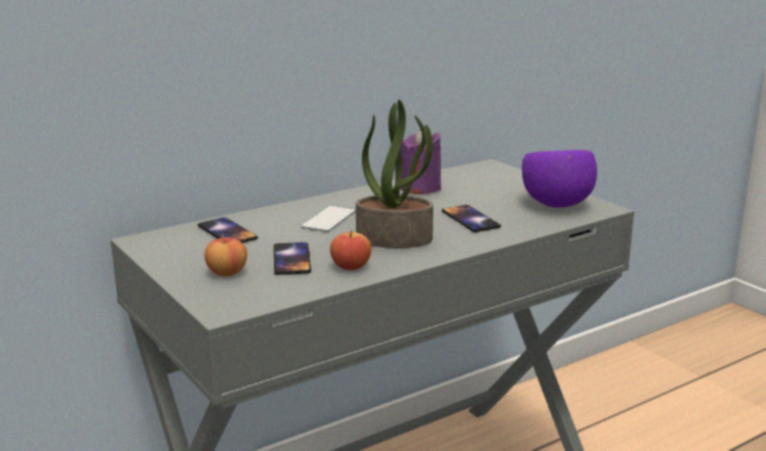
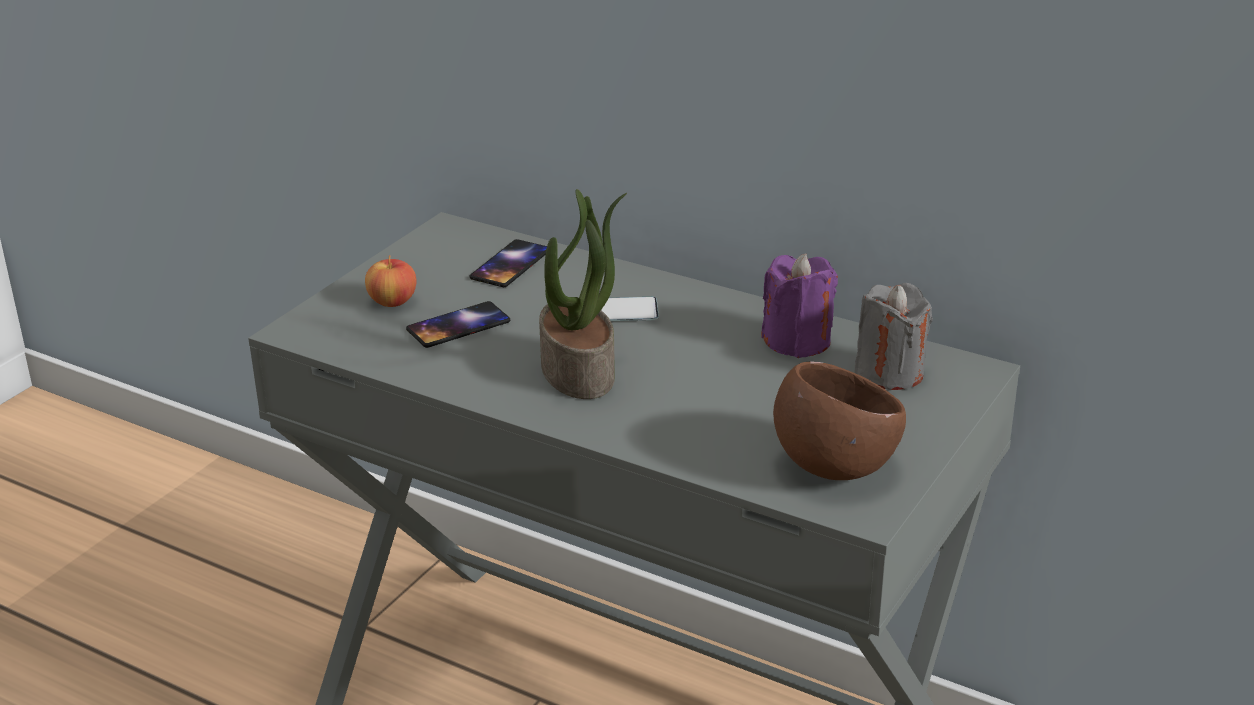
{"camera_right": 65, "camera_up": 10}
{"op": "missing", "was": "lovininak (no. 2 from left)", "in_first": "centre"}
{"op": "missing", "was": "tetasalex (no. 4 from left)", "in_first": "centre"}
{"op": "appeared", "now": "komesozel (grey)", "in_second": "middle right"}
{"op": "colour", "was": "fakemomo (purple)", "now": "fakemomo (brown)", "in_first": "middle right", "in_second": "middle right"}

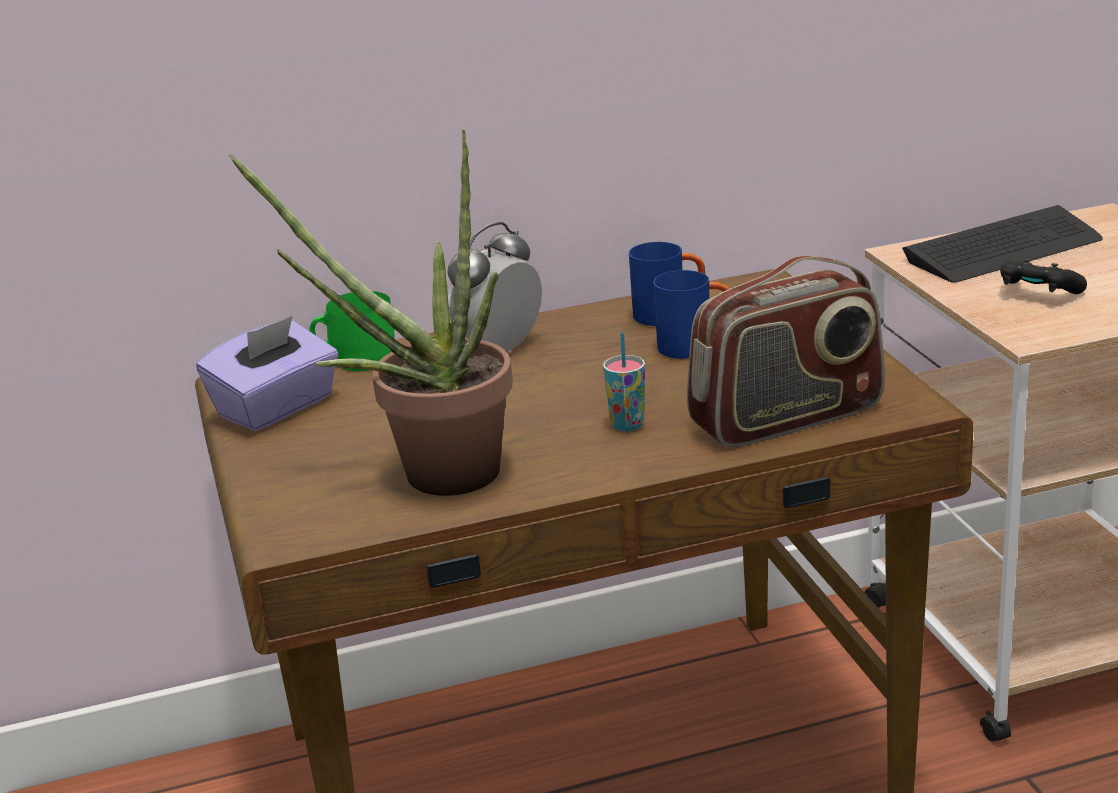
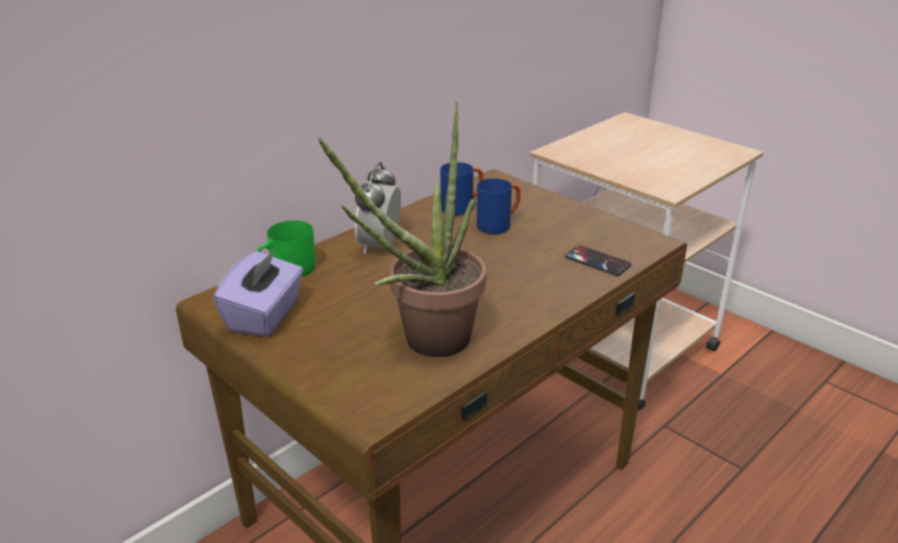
{"camera_right": -30, "camera_up": 5}
{"op": "missing", "was": "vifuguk", "in_first": "centre"}
{"op": "missing", "was": "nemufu", "in_first": "top right"}
{"op": "missing", "was": "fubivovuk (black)", "in_first": "middle right"}
{"op": "exchanged", "was": "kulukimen", "now": "tetasalex", "in_first": "middle right", "in_second": "centre"}

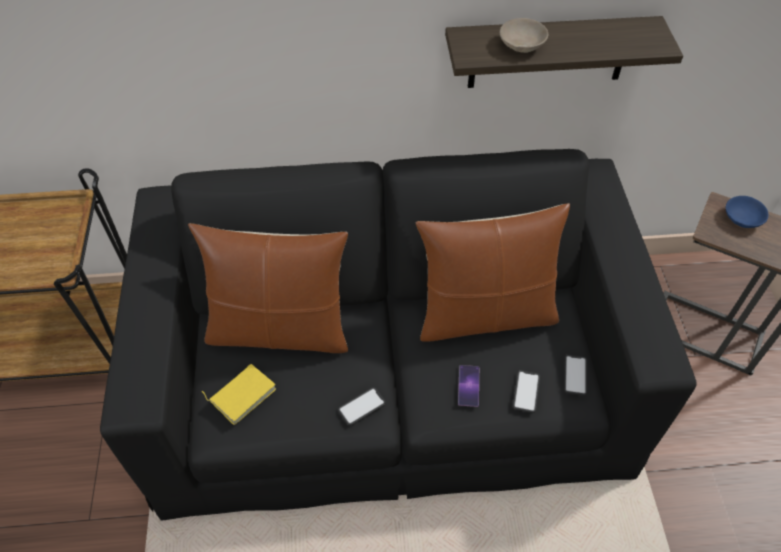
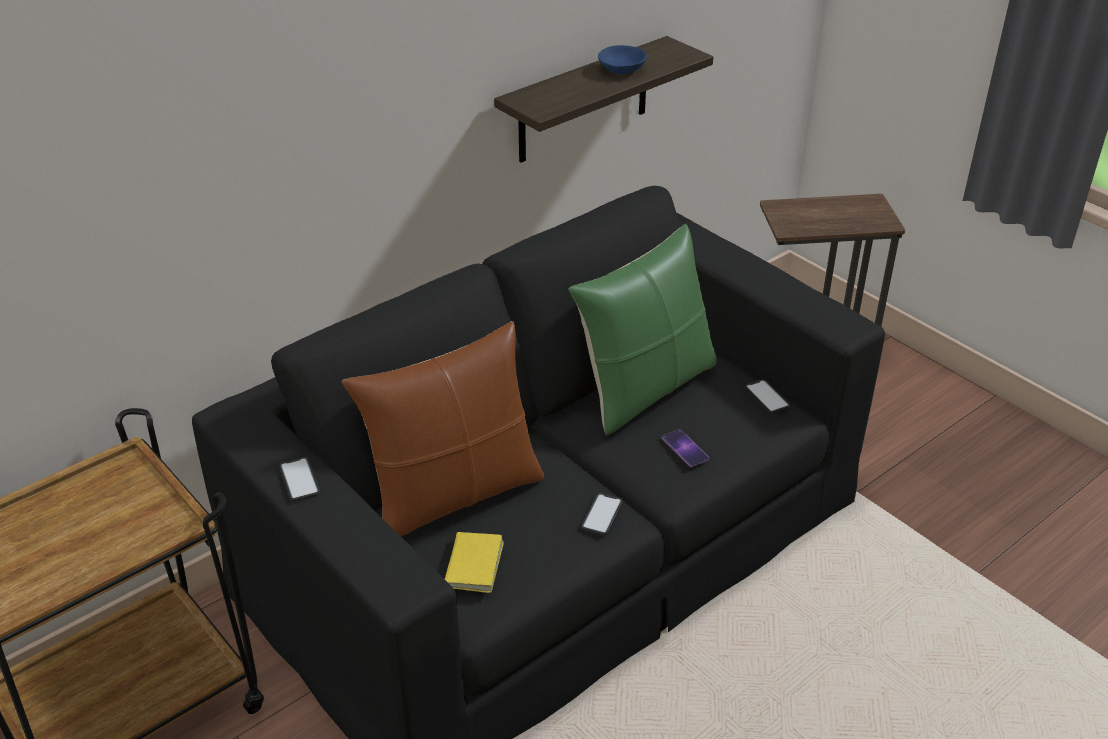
{"camera_right": -35, "camera_up": -15}
{"op": "missing", "was": "fakemomo (beige)", "in_first": "top right"}
{"op": "relocated", "was": "tetasalex (no. 3 from left in the first image)", "now": "tetasalex (no. 1 from left)", "in_first": "bottom right", "in_second": "middle left"}
{"op": "relocated", "was": "fakemomo (blue)", "in_first": "middle right", "in_second": "top centre"}
{"op": "colour", "was": "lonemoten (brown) (no. 2 from left)", "now": "lonemoten (green)", "in_first": "centre", "in_second": "centre"}

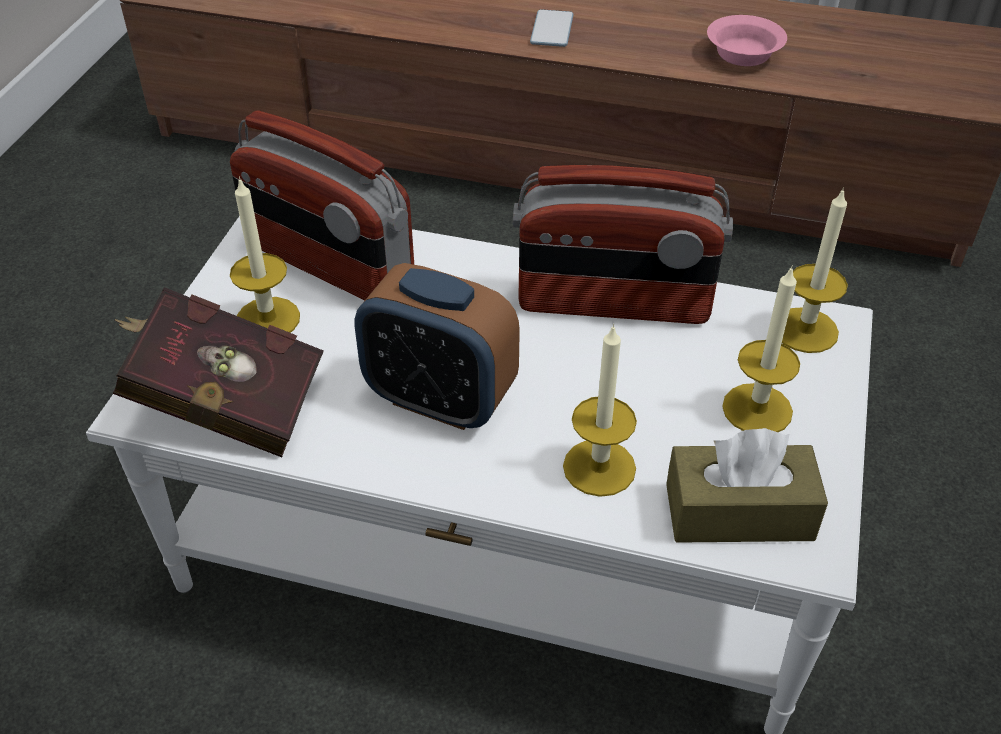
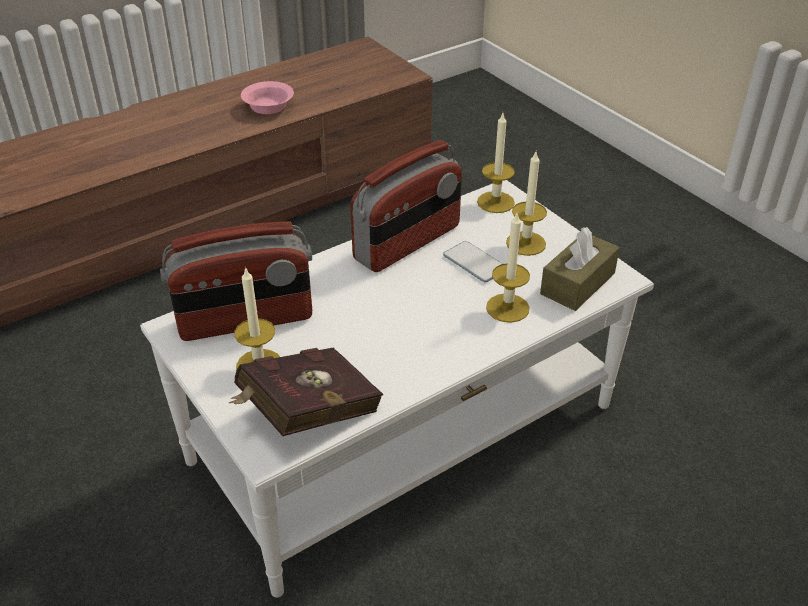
{"camera_right": -50, "camera_up": -5}
{"op": "missing", "was": "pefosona", "in_first": "centre"}
{"op": "relocated", "was": "tetasalex", "in_first": "top centre", "in_second": "centre"}

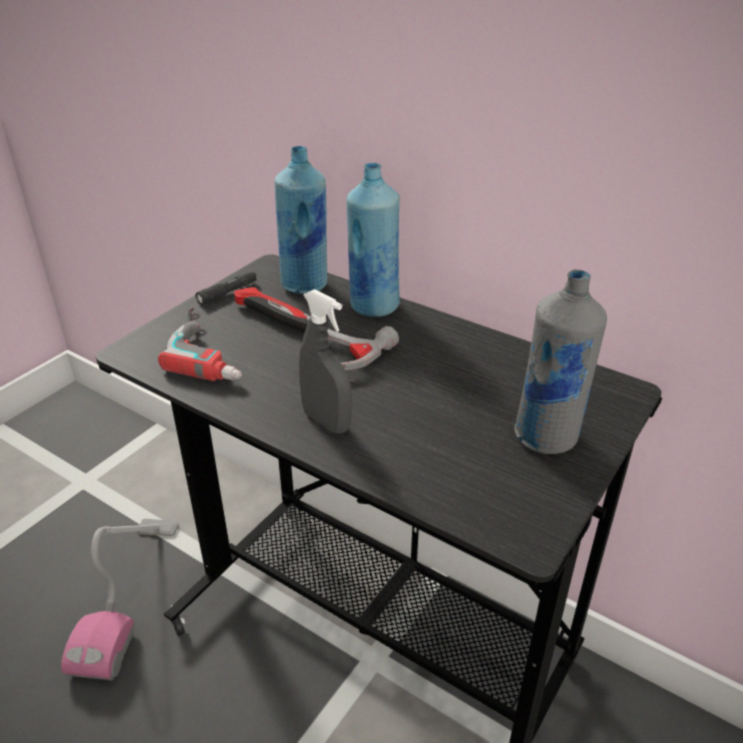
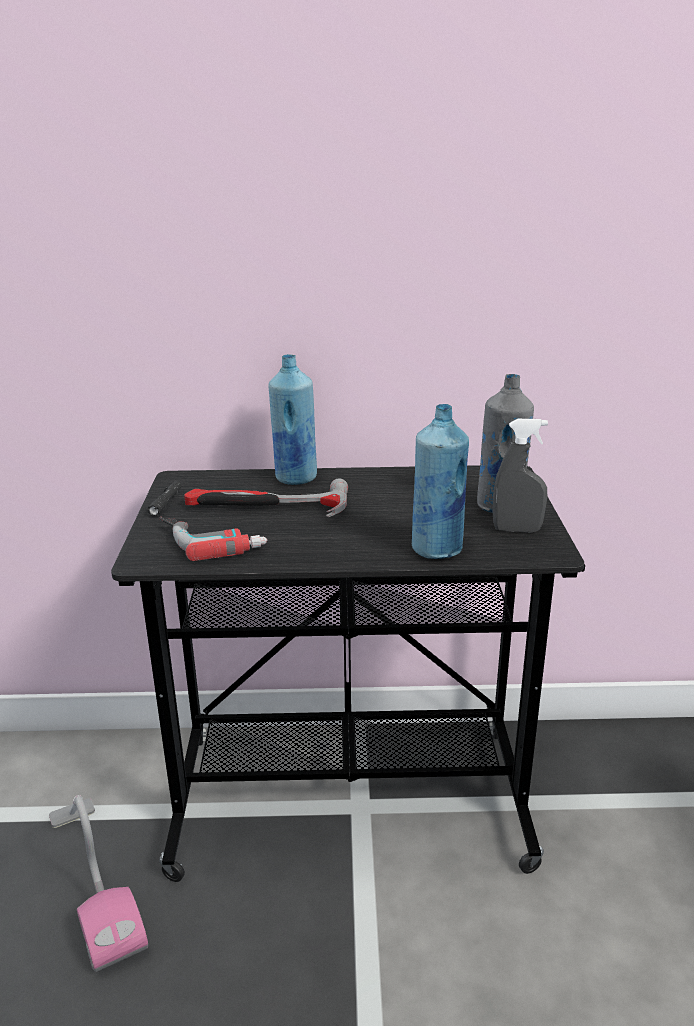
{"camera_right": -35, "camera_up": -10}
{"op": "relocated", "was": "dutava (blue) (no. 1 from left in the first image)", "now": "dutava (blue) (no. 2 from left)", "in_first": "top centre", "in_second": "centre"}
{"op": "relocated", "was": "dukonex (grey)", "in_first": "centre", "in_second": "middle right"}

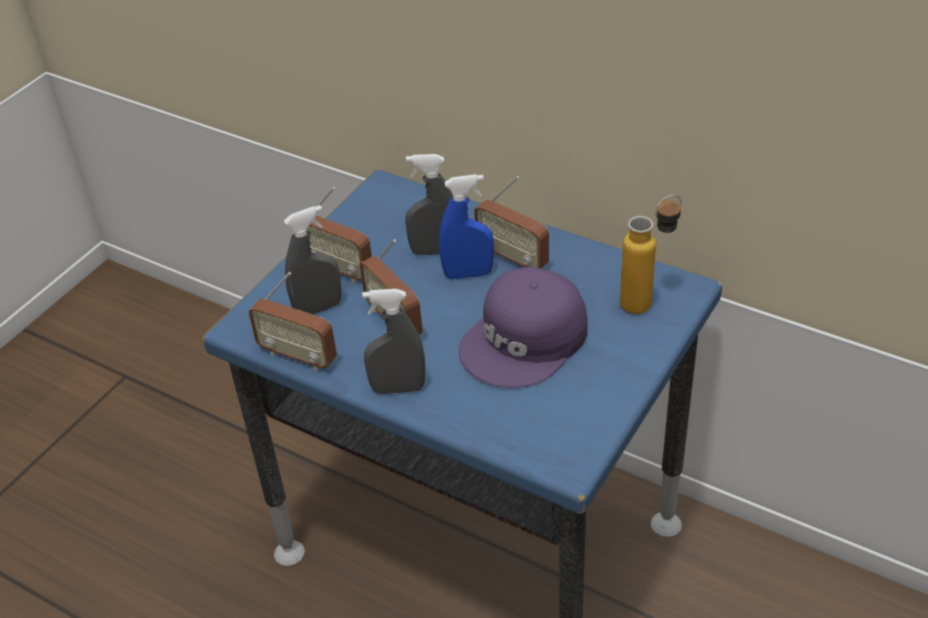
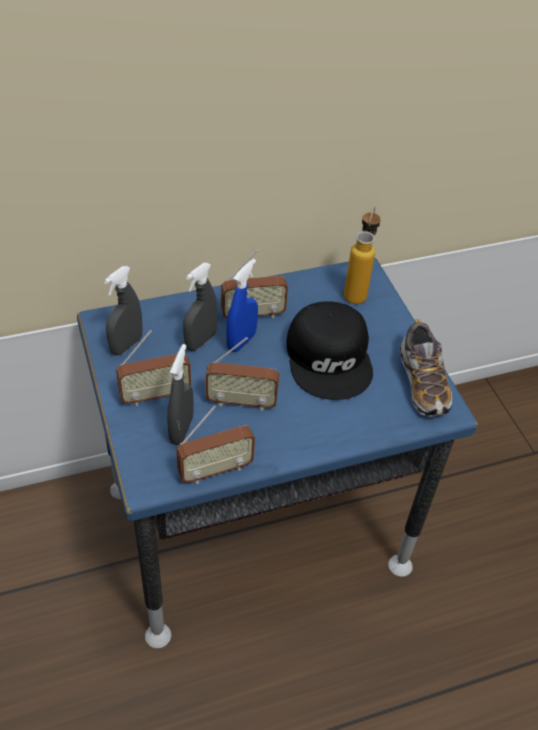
{"camera_right": -55, "camera_up": 5}
{"op": "appeared", "now": "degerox", "in_second": "middle right"}
{"op": "relocated", "was": "dukonex (grey) (no. 2 from left in the first image)", "now": "dukonex (grey) (no. 1 from left)", "in_first": "centre", "in_second": "middle left"}
{"op": "colour", "was": "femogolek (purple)", "now": "femogolek (black)", "in_first": "centre", "in_second": "centre"}

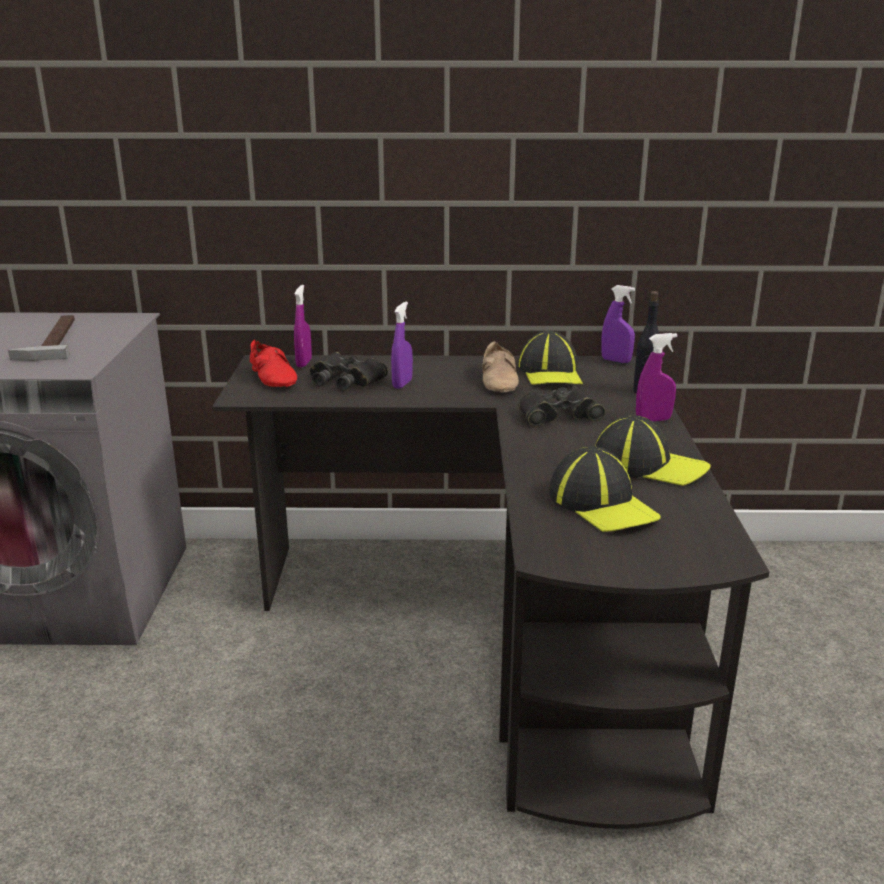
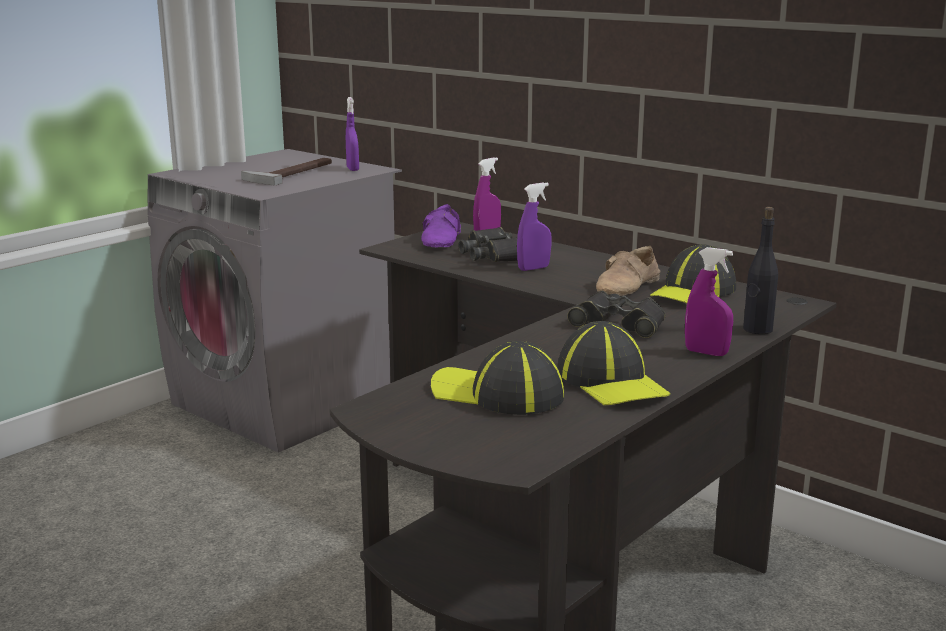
{"camera_right": 40, "camera_up": -5}
{"op": "relocated", "was": "dukonex (purple) (no. 3 from left in the first image)", "now": "dukonex (purple) (no. 1 from left)", "in_first": "middle right", "in_second": "top centre"}
{"op": "colour", "was": "degerox (red)", "now": "degerox (purple)", "in_first": "middle left", "in_second": "centre"}
{"op": "spun", "was": "femogolek (no. 2 from left in the first image)", "in_first": "middle right", "in_second": "centre", "clockwise": 105}

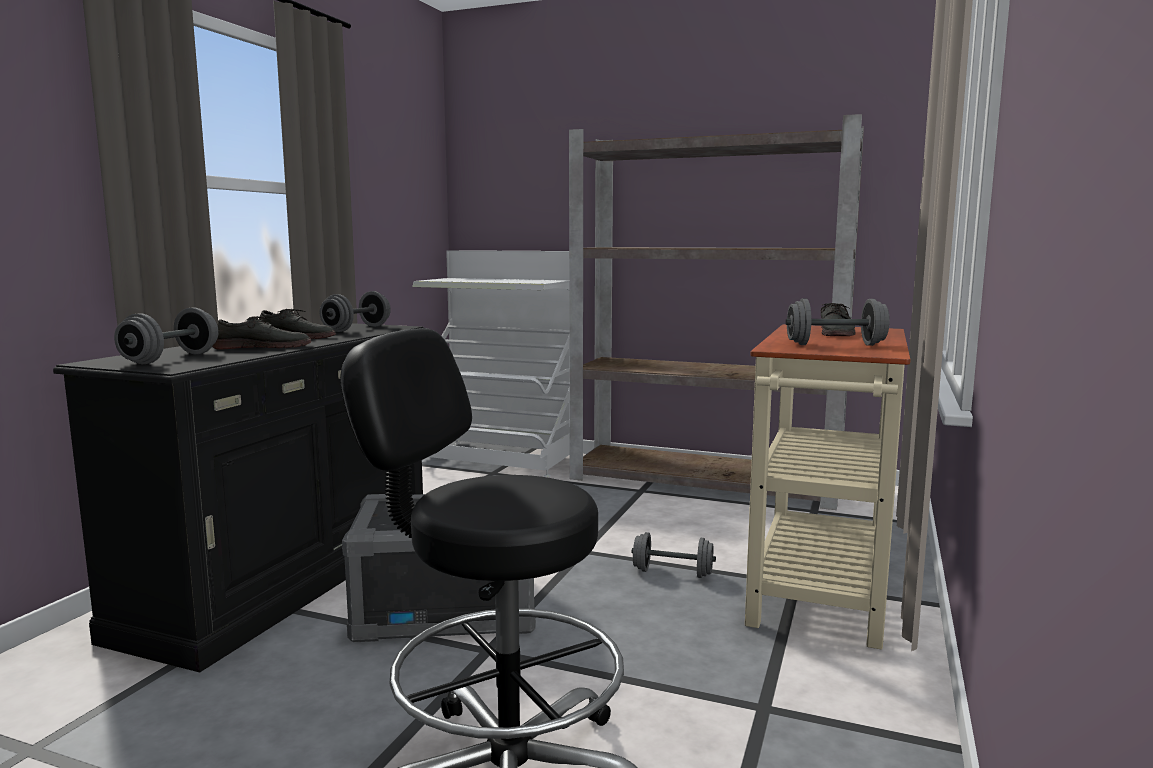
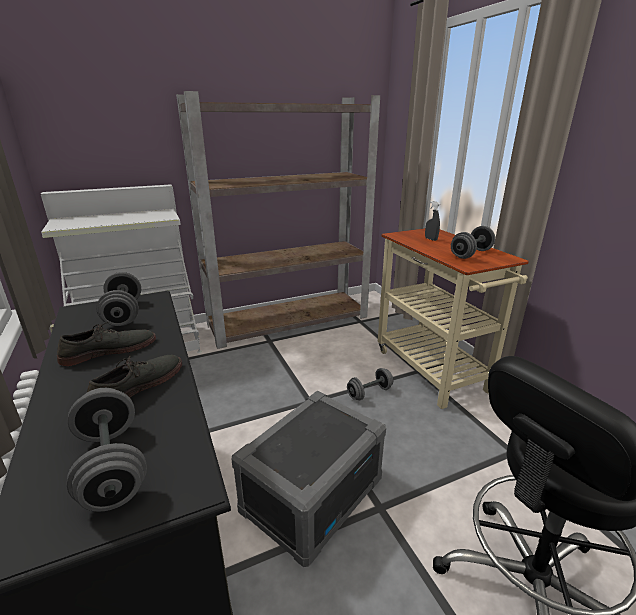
{"camera_right": -45, "camera_up": 15}
{"op": "exchanged", "was": "degerox (grey) (no. 3 from left)", "now": "dukonex (grey)", "in_first": "middle right", "in_second": "middle right"}

